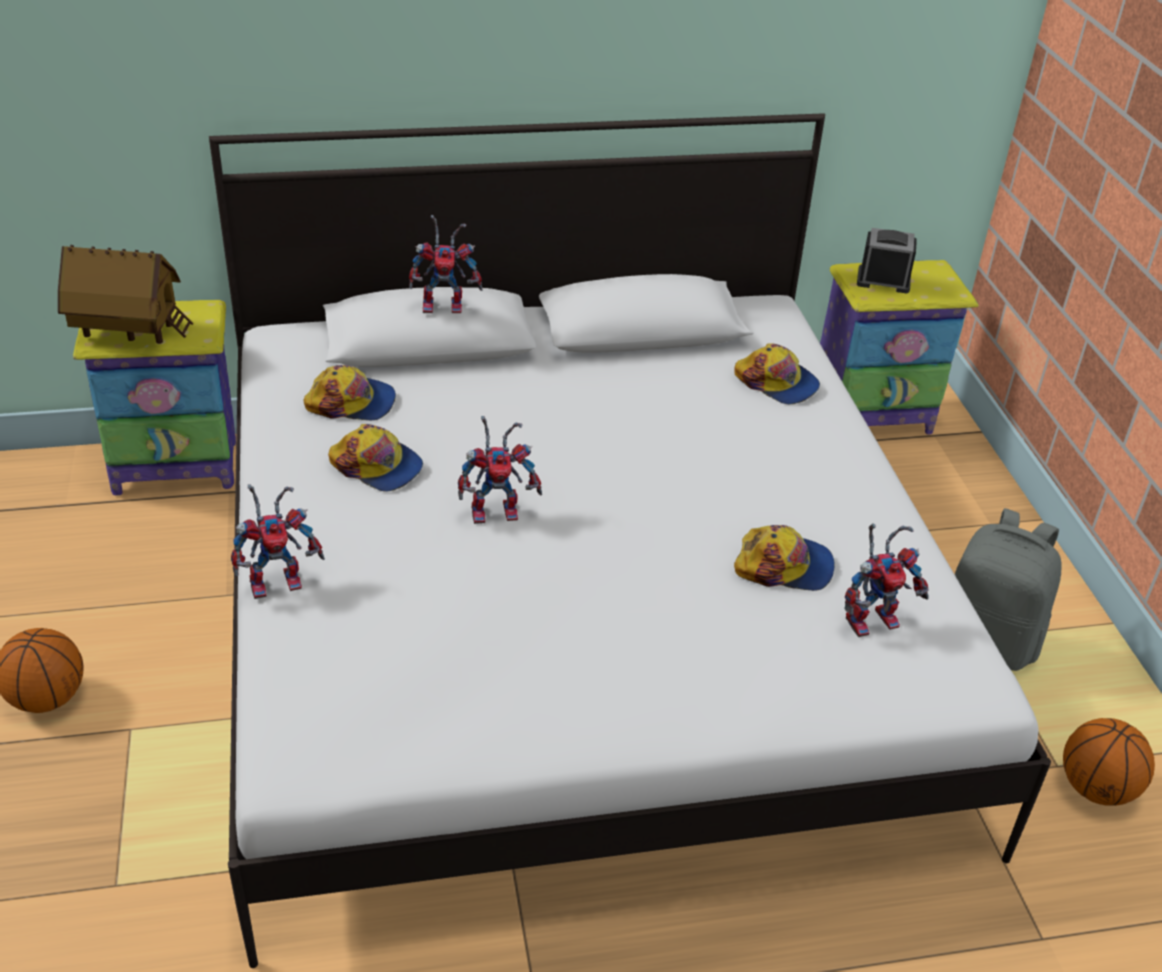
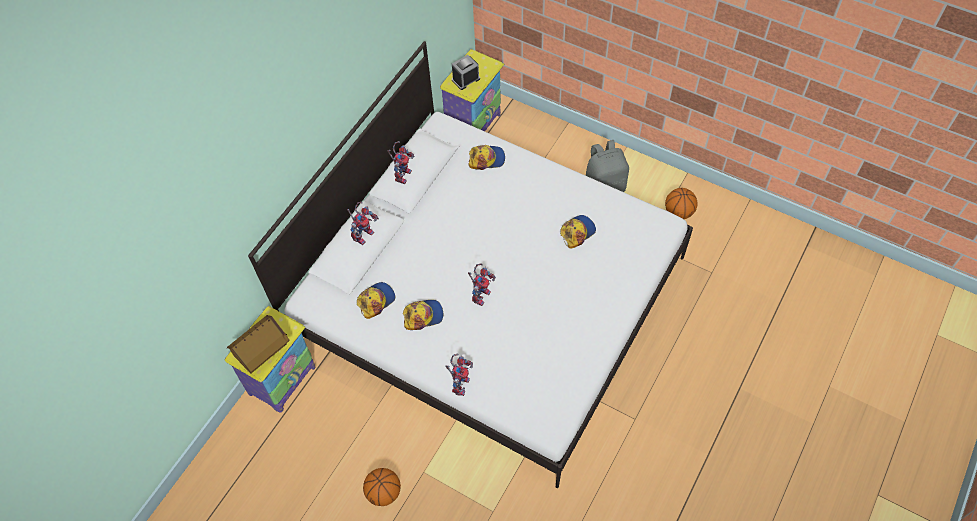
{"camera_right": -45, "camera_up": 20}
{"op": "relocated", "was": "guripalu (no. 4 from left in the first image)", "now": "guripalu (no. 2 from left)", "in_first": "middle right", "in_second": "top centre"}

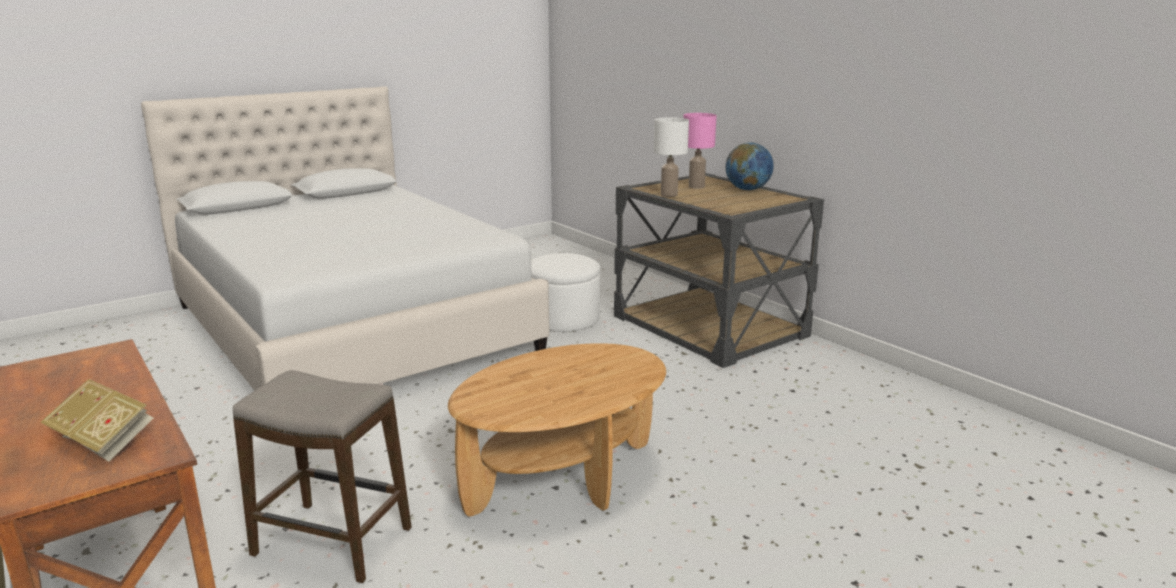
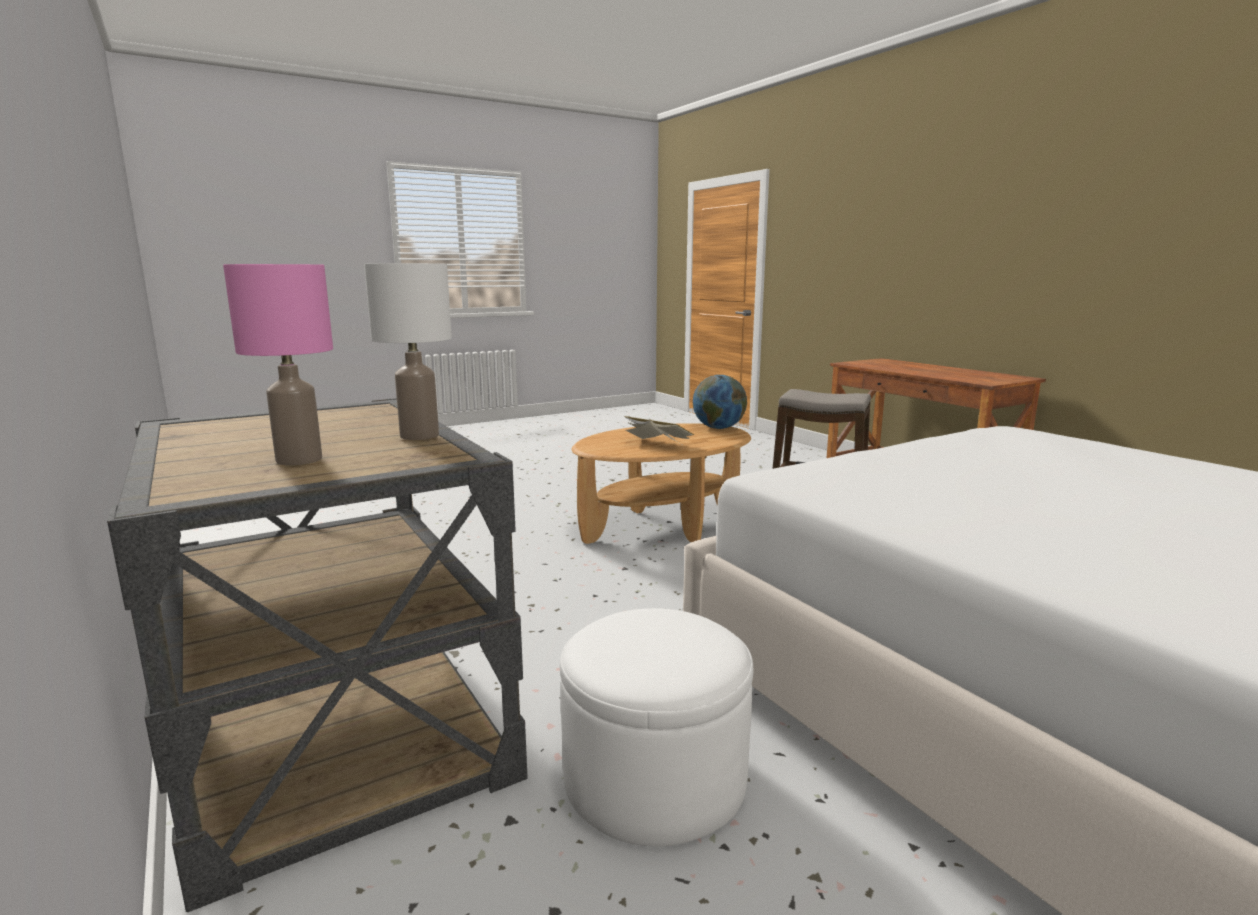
{"camera_right": -175, "camera_up": -5}
{"op": "relocated", "was": "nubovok", "in_first": "bottom left", "in_second": "centre"}
{"op": "relocated", "was": "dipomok", "in_first": "top centre", "in_second": "centre"}

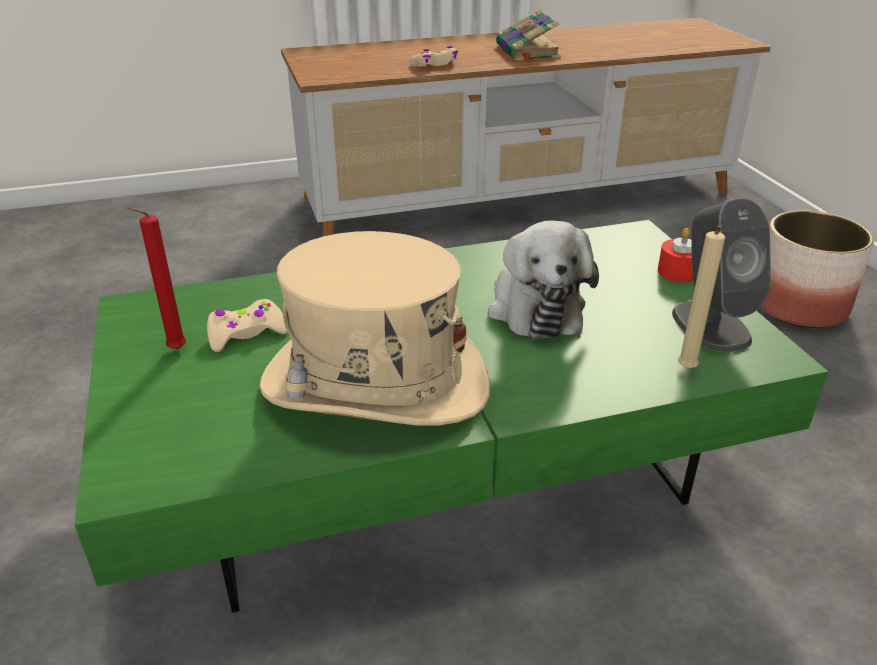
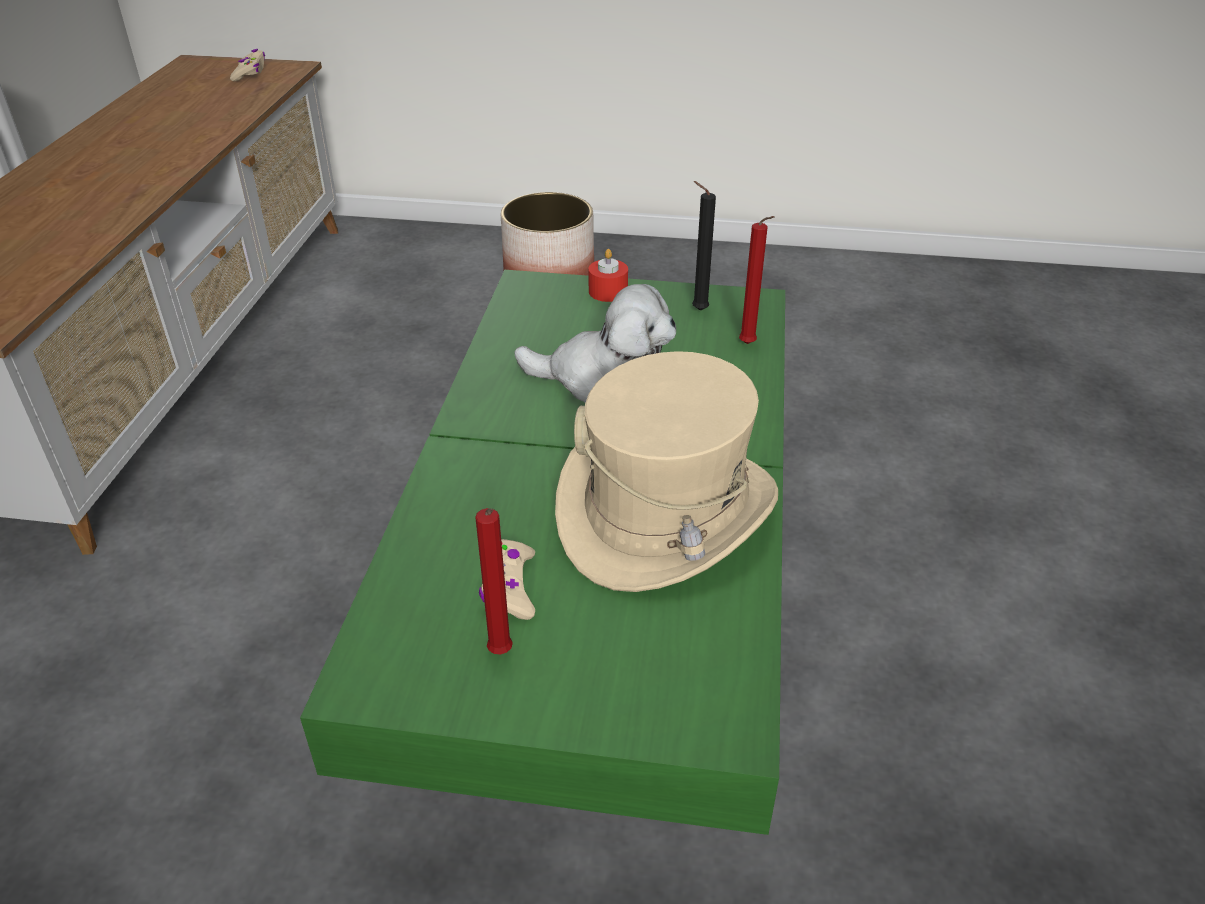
{"camera_right": -65, "camera_up": 5}
{"op": "missing", "was": "nubovok", "in_first": "top centre"}
{"op": "relocated", "was": "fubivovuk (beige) (no. 2 from left in the first image)", "now": "fubivovuk (beige) (no. 1 from left)", "in_first": "top centre", "in_second": "top left"}
{"op": "exchanged", "was": "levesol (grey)", "now": "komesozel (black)", "in_first": "middle right", "in_second": "top centre"}
{"op": "colour", "was": "komesozel (beige)", "now": "komesozel (red) (no. 3 from left)", "in_first": "middle right", "in_second": "top centre"}

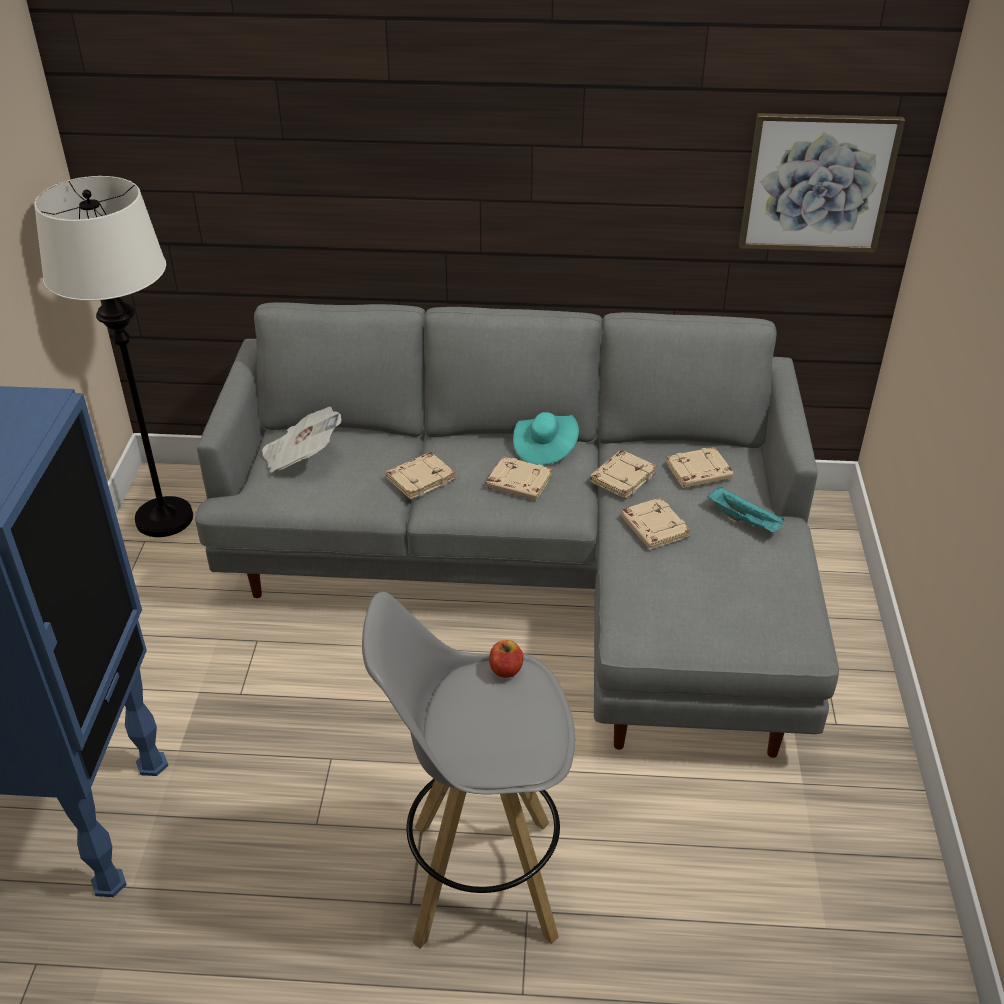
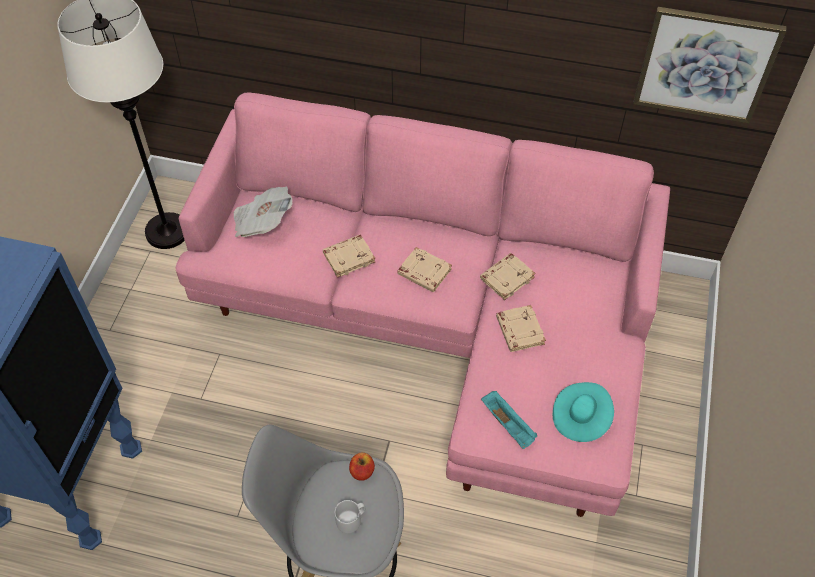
{"camera_right": 10, "camera_up": 15}
{"op": "missing", "was": "nubovok (beige) (no. 5 from left)", "in_first": "middle right"}
{"op": "appeared", "now": "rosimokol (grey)", "in_second": "bottom centre"}
{"op": "relocated", "was": "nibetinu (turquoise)", "in_first": "centre", "in_second": "bottom right"}
{"op": "relocated", "was": "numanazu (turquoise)", "in_first": "middle right", "in_second": "bottom centre"}
{"op": "colour", "was": "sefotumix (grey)", "now": "sefotumix (pink)", "in_first": "centre", "in_second": "centre"}

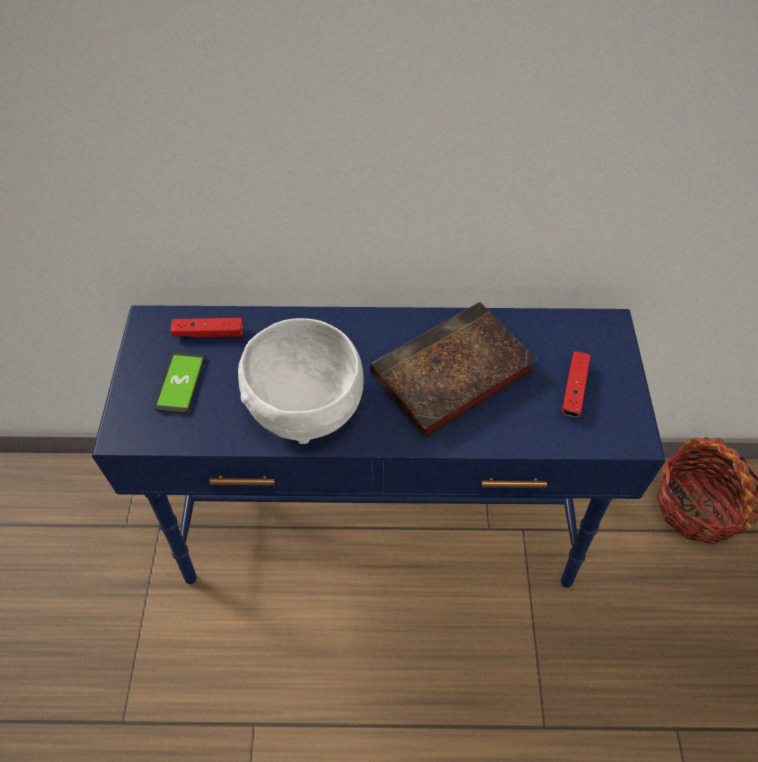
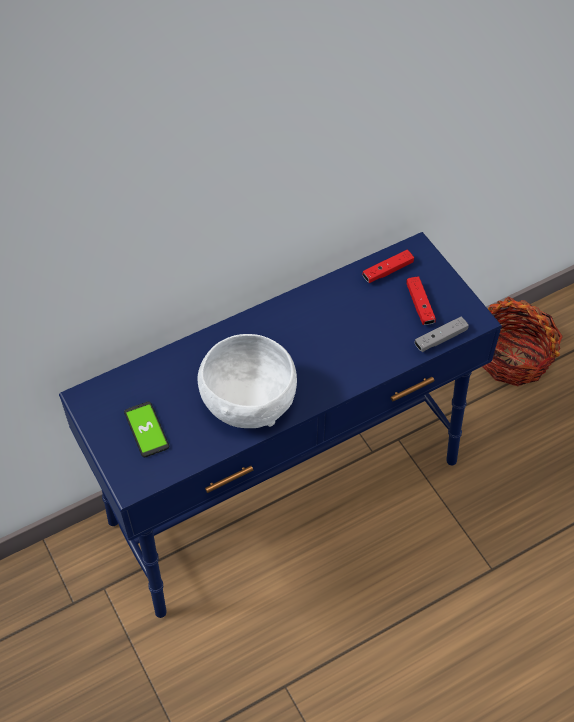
{"camera_right": -30, "camera_up": 0}
{"op": "missing", "was": "nubovok", "in_first": "centre"}
{"op": "appeared", "now": "fubivovuk (grey)", "in_second": "middle right"}
{"op": "relocated", "was": "fubivovuk (red) (no. 1 from left)", "in_first": "middle left", "in_second": "middle right"}

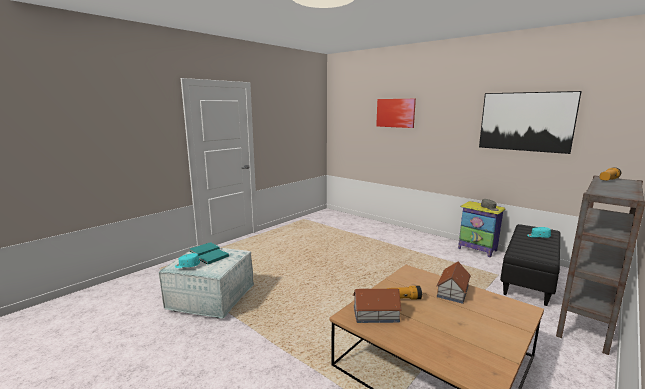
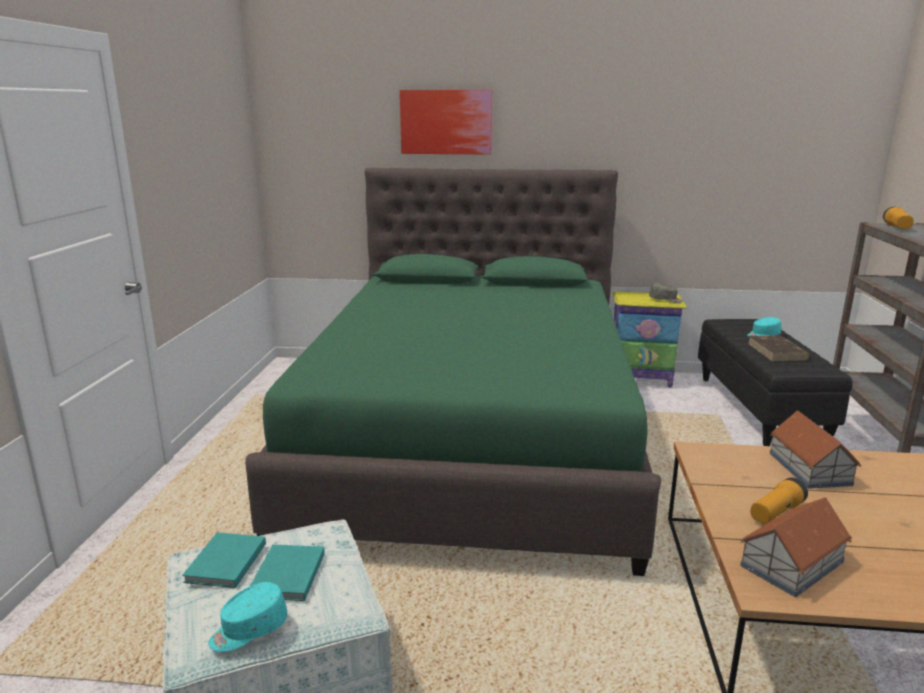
{"camera_right": -35, "camera_up": 5}
{"op": "missing", "was": "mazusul (no. 2 from left)", "in_first": "top right"}
{"op": "appeared", "now": "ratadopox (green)", "in_second": "centre"}
{"op": "appeared", "now": "nubovok (brown)", "in_second": "middle right"}

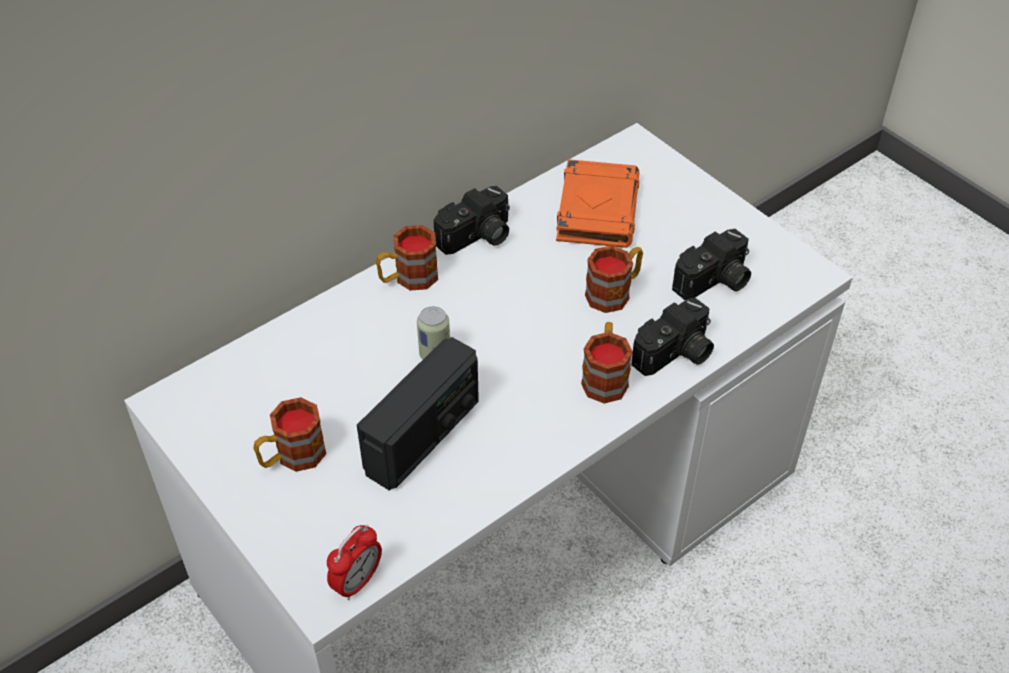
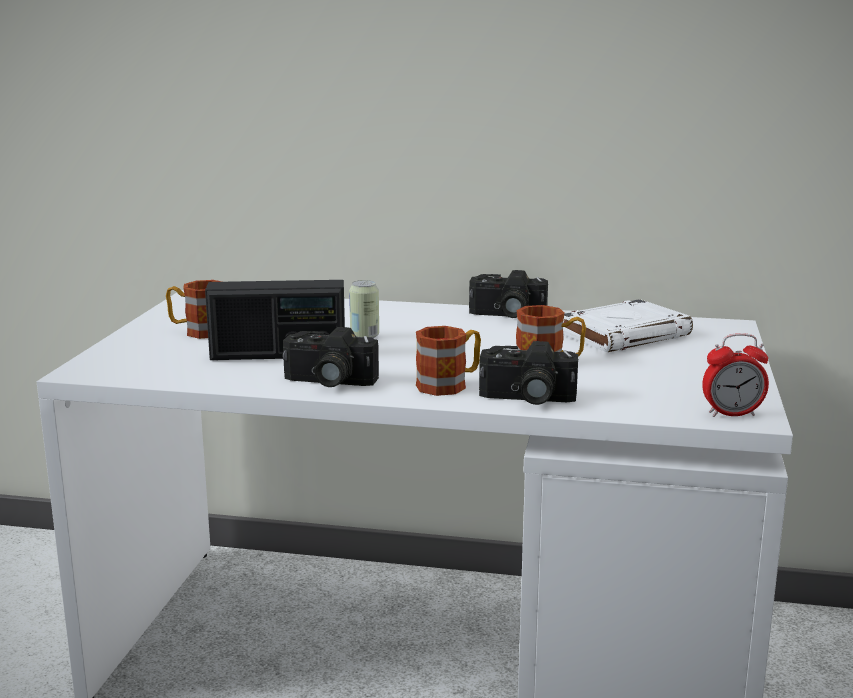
{"camera_right": 50, "camera_up": -30}
{"op": "missing", "was": "rosimokol (no. 2 from left)", "in_first": "centre"}
{"op": "relocated", "was": "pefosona", "in_first": "bottom centre", "in_second": "middle right"}
{"op": "relocated", "was": "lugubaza (no. 3 from left in the first image)", "now": "lugubaza (no. 1 from left)", "in_first": "middle right", "in_second": "centre"}
{"op": "colour", "was": "nubovok (orange)", "now": "nubovok (white)", "in_first": "top centre", "in_second": "middle right"}

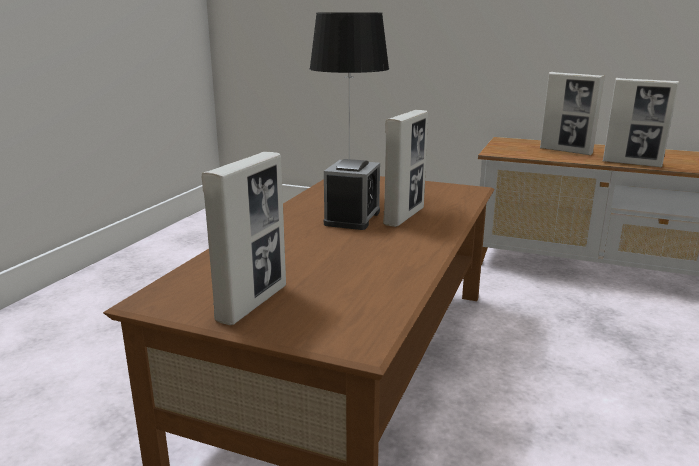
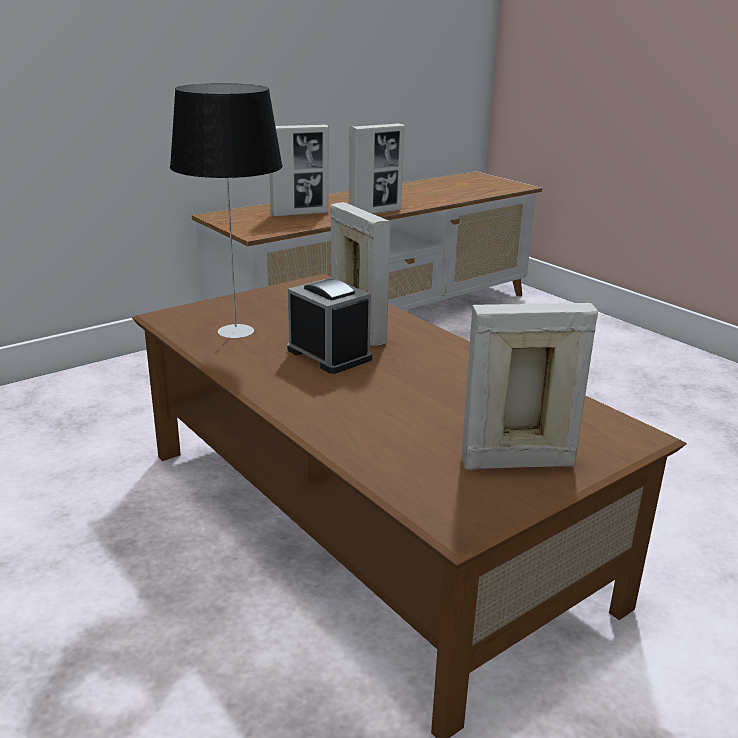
{"camera_right": -60, "camera_up": 5}
{"op": "spun", "was": "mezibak (no. 1 from left in the first image)", "in_first": "centre", "in_second": "middle right", "clockwise": -60}

